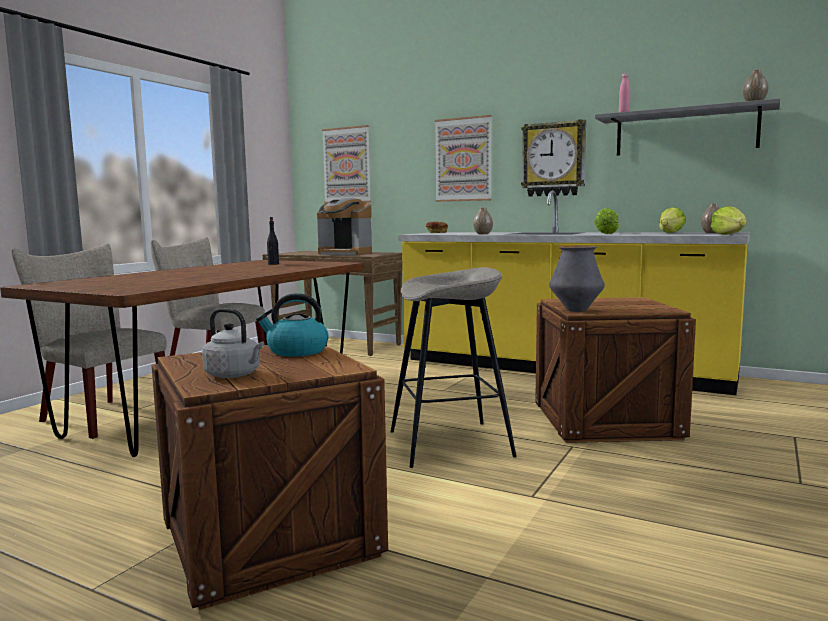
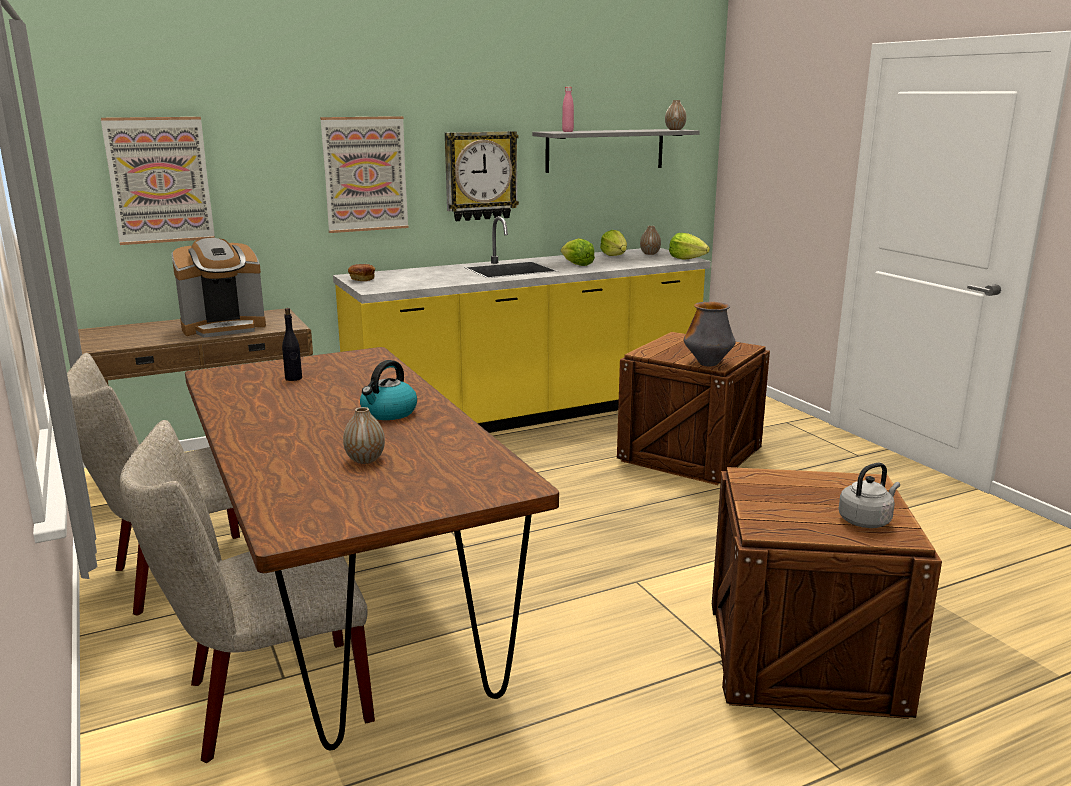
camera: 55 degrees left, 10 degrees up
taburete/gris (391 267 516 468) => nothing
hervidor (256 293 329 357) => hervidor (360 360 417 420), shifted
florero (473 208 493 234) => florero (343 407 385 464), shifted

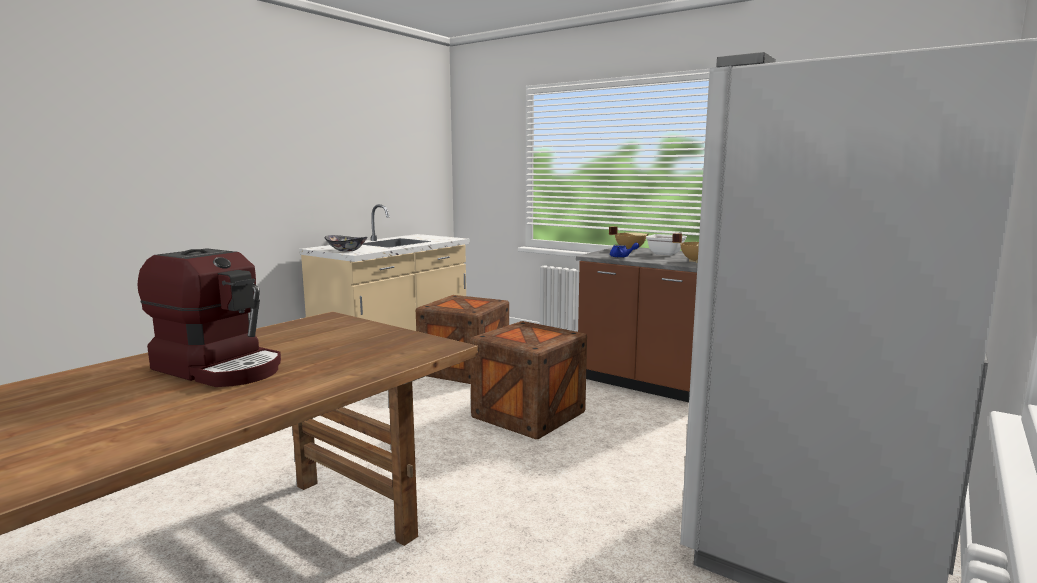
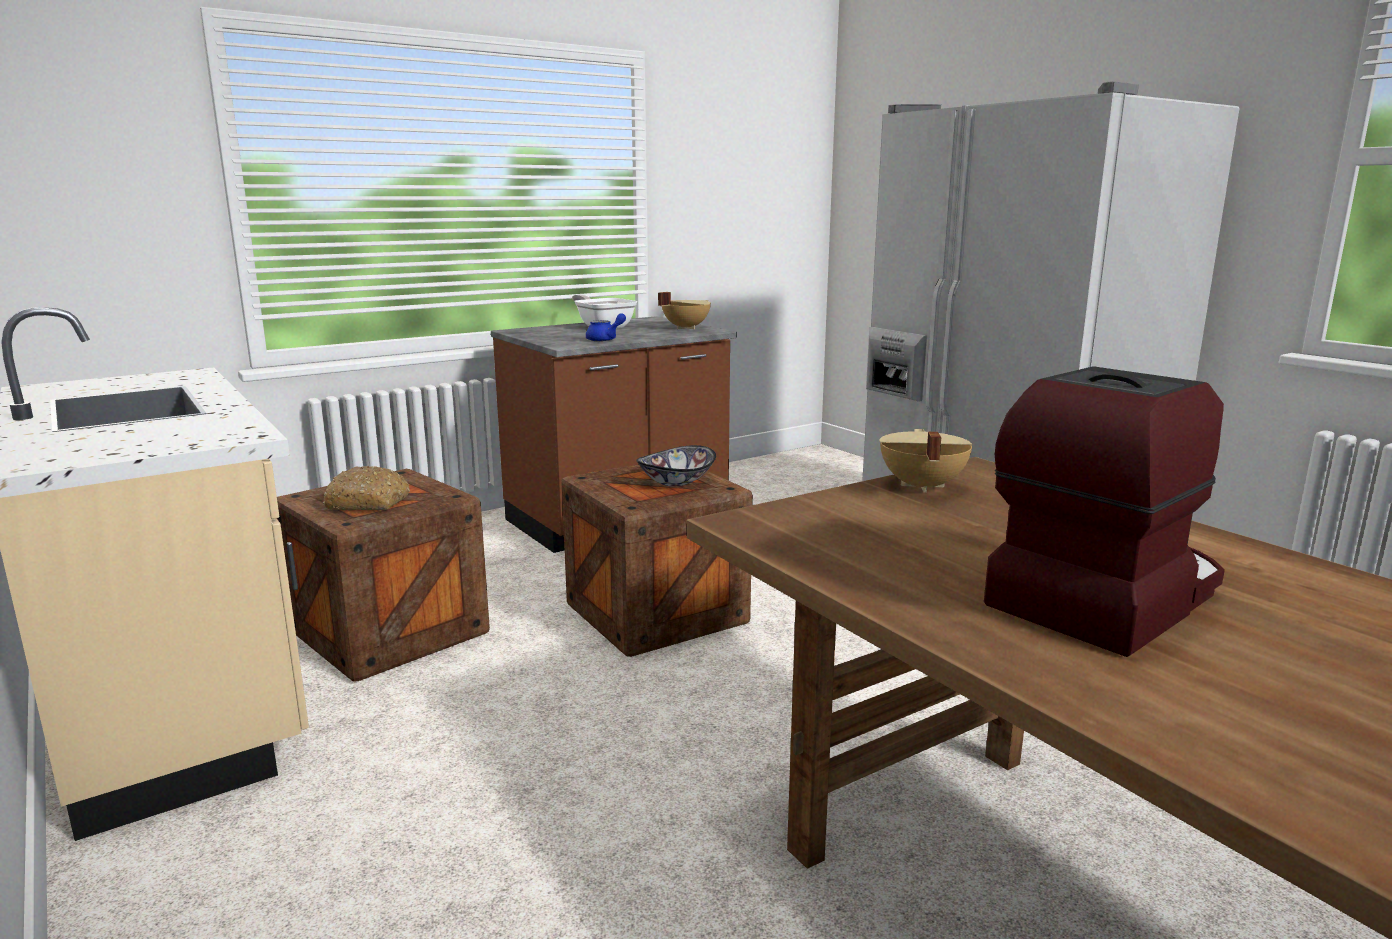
camera: 70 degrees left, 5 degrees up
nothing => pan (323 466 410 510)
cuenco (325 235 368 252) => cuenco (636 445 716 486), shifted
olla/beis (609 226 649 251) => olla/beis (879 429 972 493), shifted

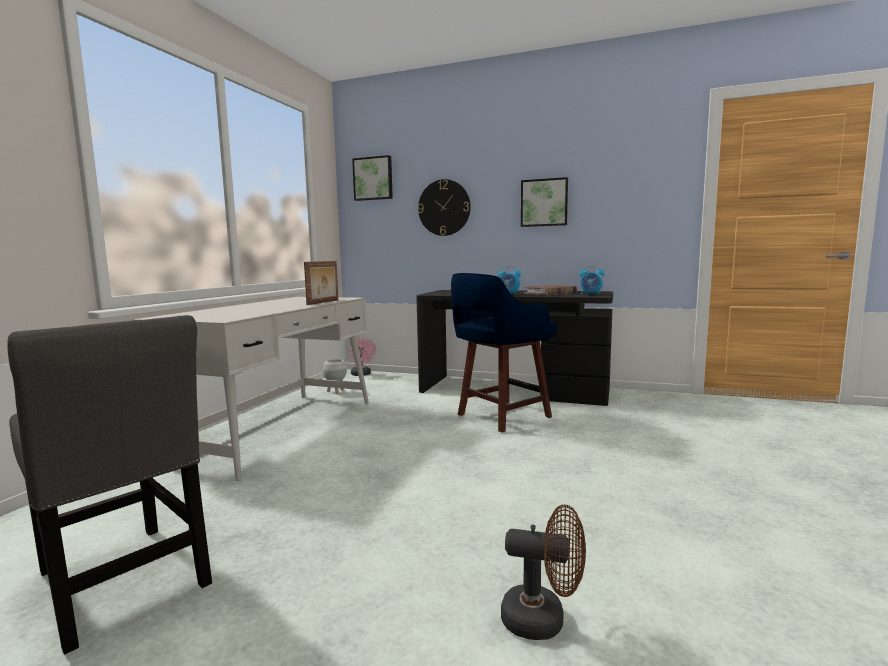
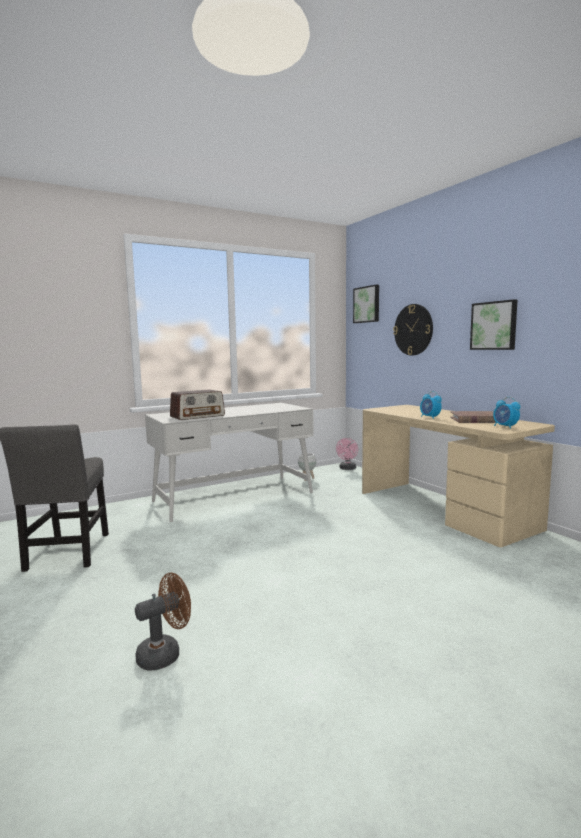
camera: 40 degrees right, 0 degrees up
portarretratos (304 261 338 305) => nothing
taburete/azul (451 273 557 432) => nothing
nothing => radio (170 390 225 420)
escritorio/negro (416 290 613 406) => escritorio/beis (362 405 555 547)
ventilador/marrón (501 505 586 640) => ventilador/marrón (135 572 191 671), 90 degrees counterclockwise

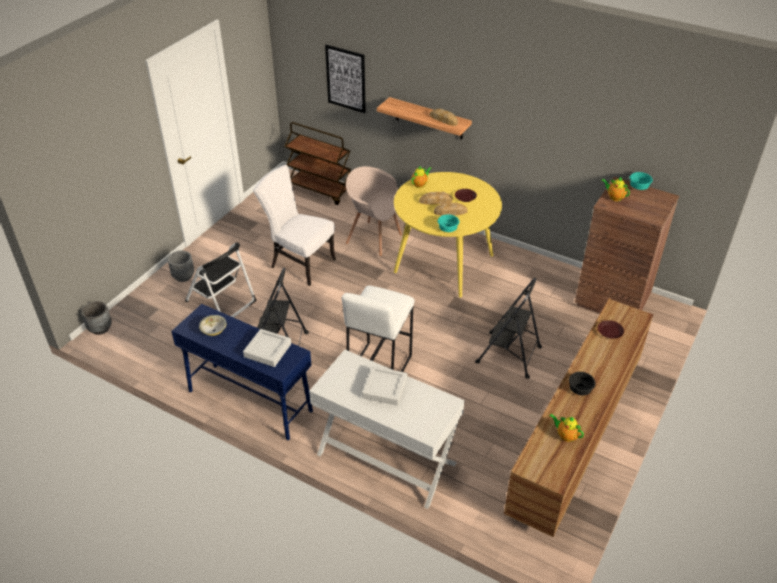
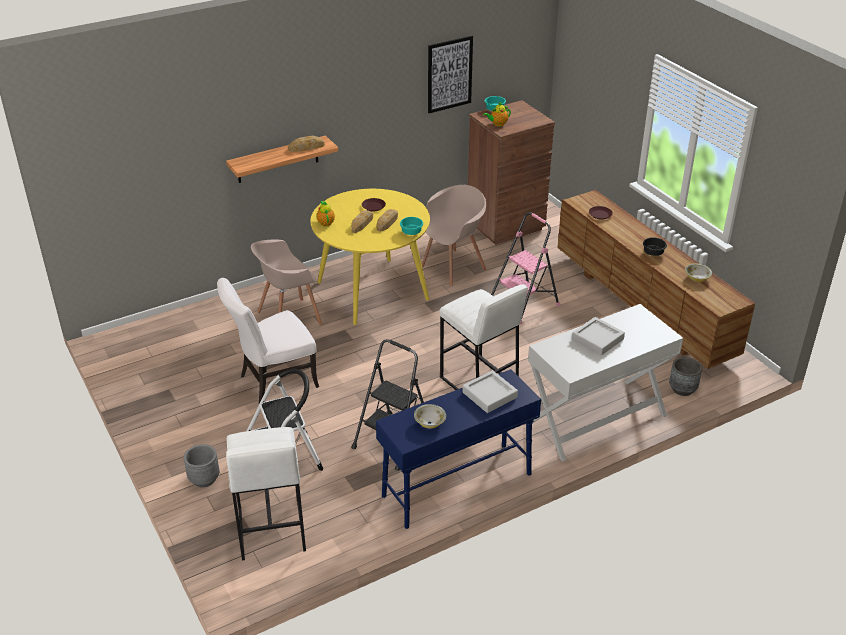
camera: 60 degrees left, 5 degrees down
carrito/marrón (284 122 351 205) => nothing
nothing => taburete/blanco (226 427 306 561)
nothing => silla/beis (422 185 486 286)
maceta/gris (81 301 112 335) => maceta/gris (669 357 702 396), shifted
cuadro (325 45 366 113) => cuadro (428 36 473 113), shifted
tetera (550 414 584 442) => cuenco (685 263 712 282)
escalera de tijera/negro (475 278 542 379) => escalera de tijera/rosa (491 212 561 325)

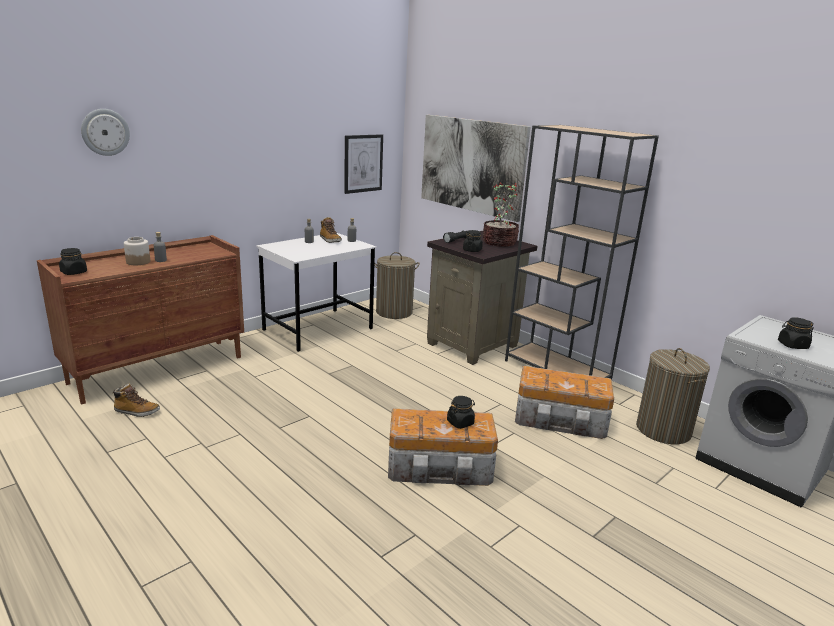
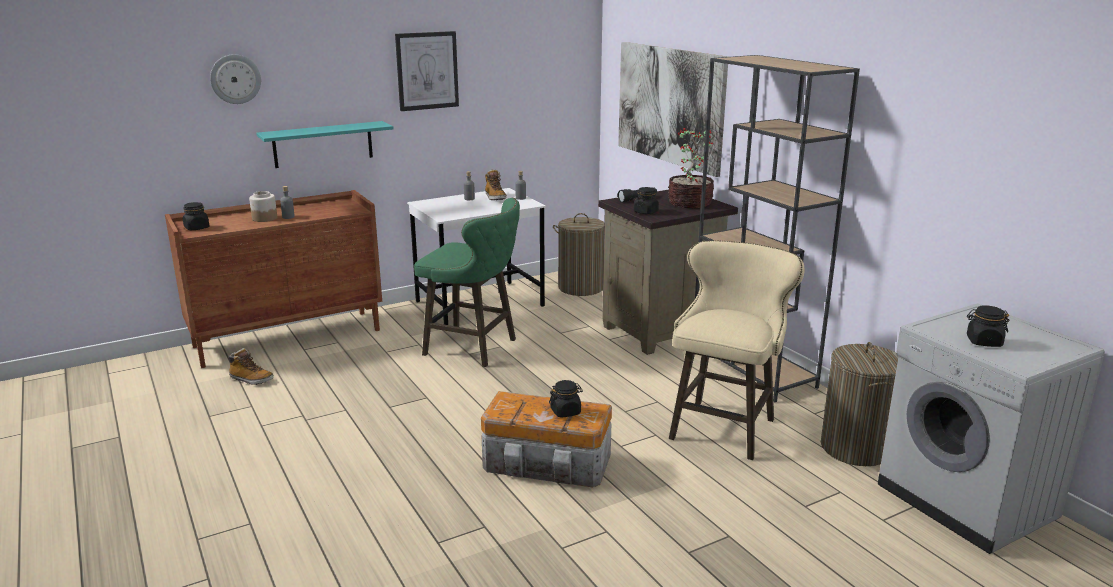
camera: 15 degrees right, 0 degrees up
nothing => estante/turquesa (256 121 394 168)
nothing => taburete/verde (414 198 520 367)
cuadro (344 134 383 194) => cuadro (395 31 459 111), shifted
caja de almacenaje (515 366 614 439) => taburete/beis (669 240 805 460)

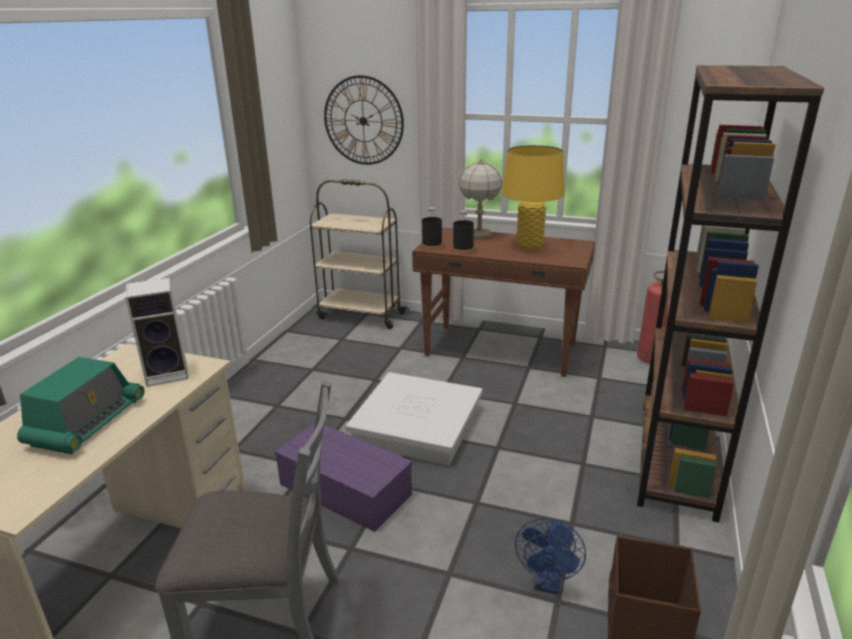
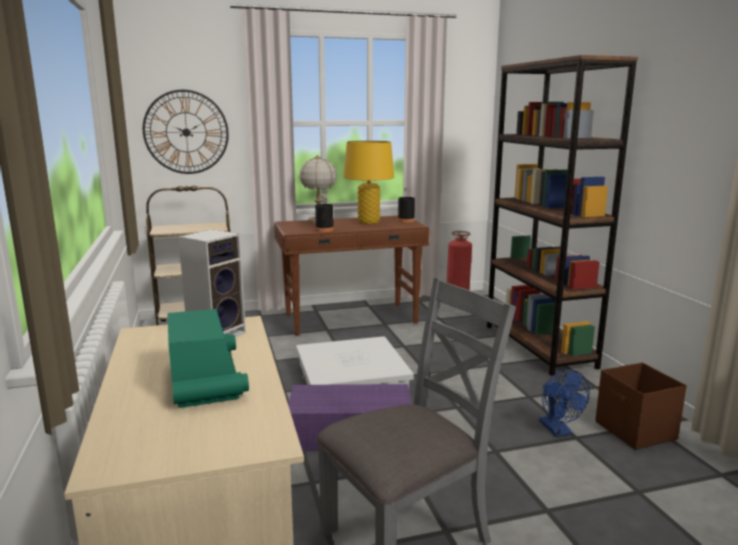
camera: 35 degrees left, 10 degrees down
botella/negro (422 207 442 250) => botella/negro (398 188 415 222), shifted

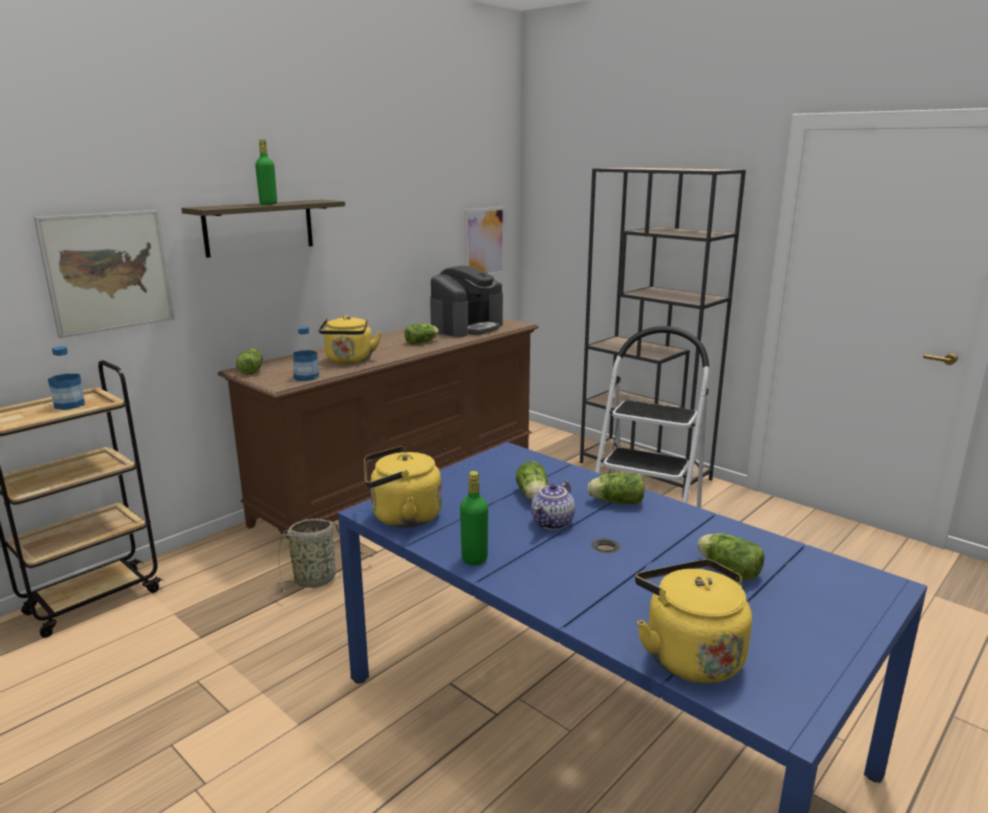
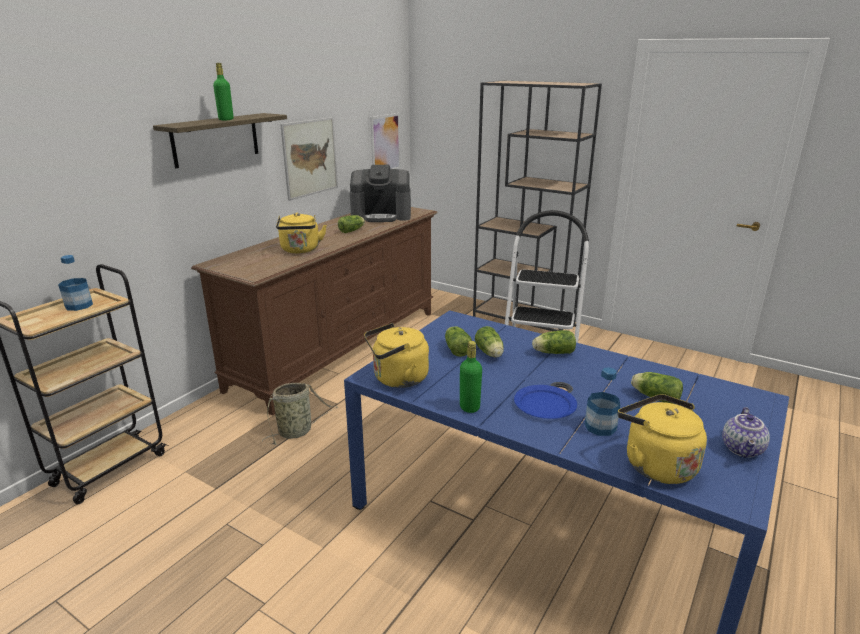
camera: 10 degrees left, 5 degrees up
nothing => plato/azul (514 385 577 419)
cuadro (34 210 175 338) => cuadro (280 117 338 201), shifted
lechuga (236 348 263 375) => lechuga (445 326 472 357), shifted
botella (293 326 319 381) => botella (585 367 620 436), shifted
tetera (531 481 575 530) => tetera (722 407 770 458), shifted
cafetera (430 266 503 337) => cafetera (350 165 411 222), 60 degrees clockwise

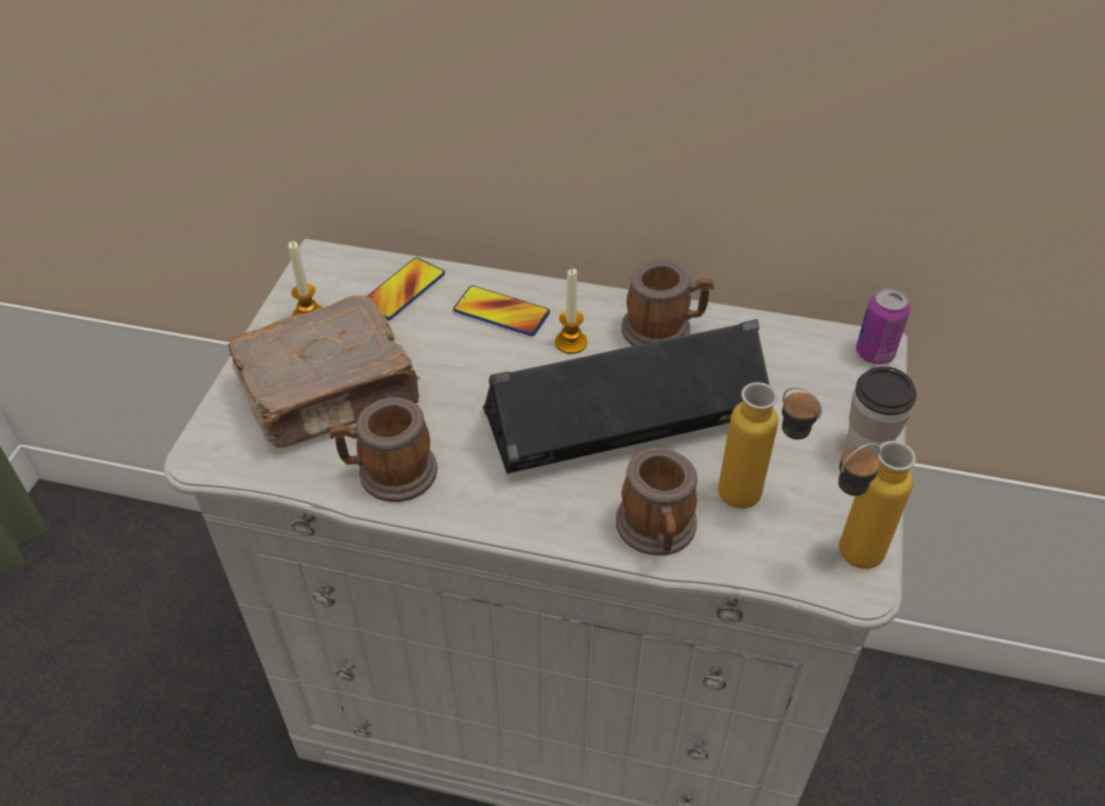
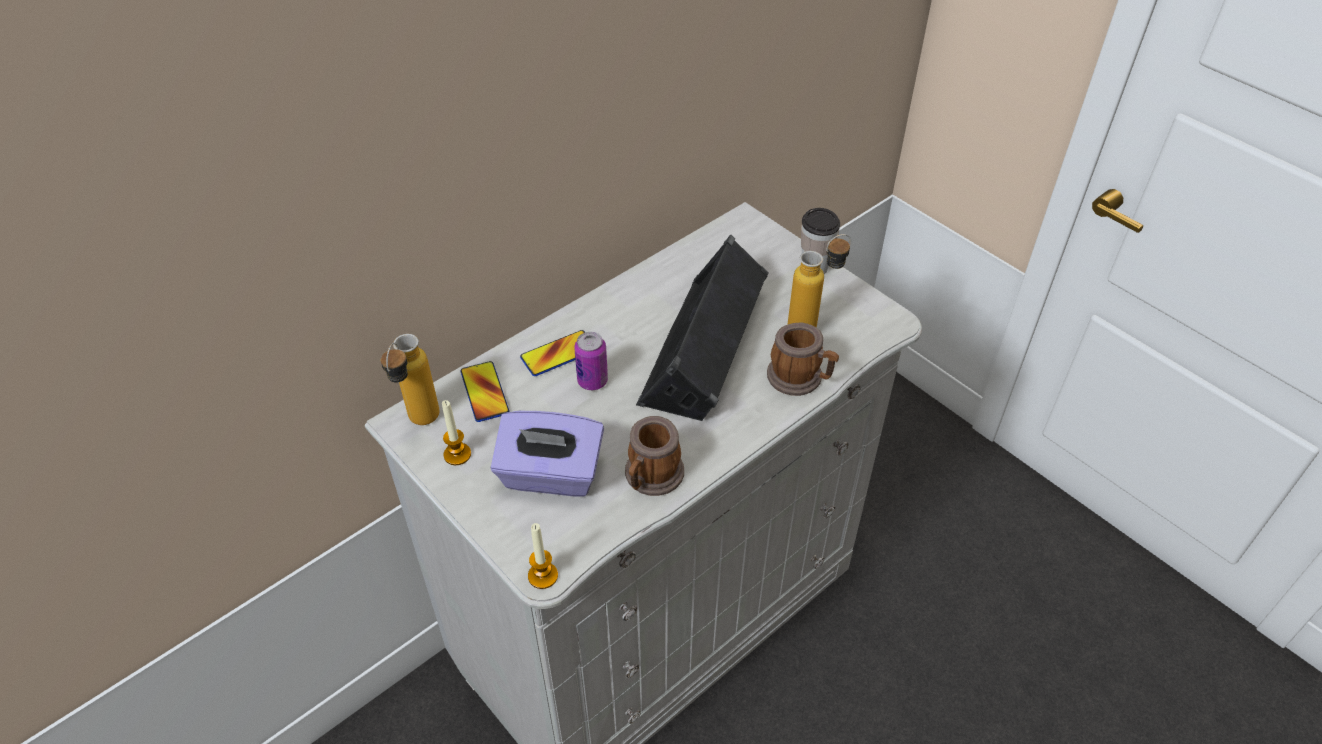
camera: 55 degrees left, 0 degrees up
taza grande (621 260 714 346) => nothing
vela (555 269 587 354) => vela (528 523 558 589), shifted
botella (838 441 916 569) => botella (380 334 440 425), shifted
lata (856 287 910 364) => lata (574 332 608 390), shifted
libro/marrón (228 296 420 448) => caja de pañuelos/morado (491 411 604 497)

